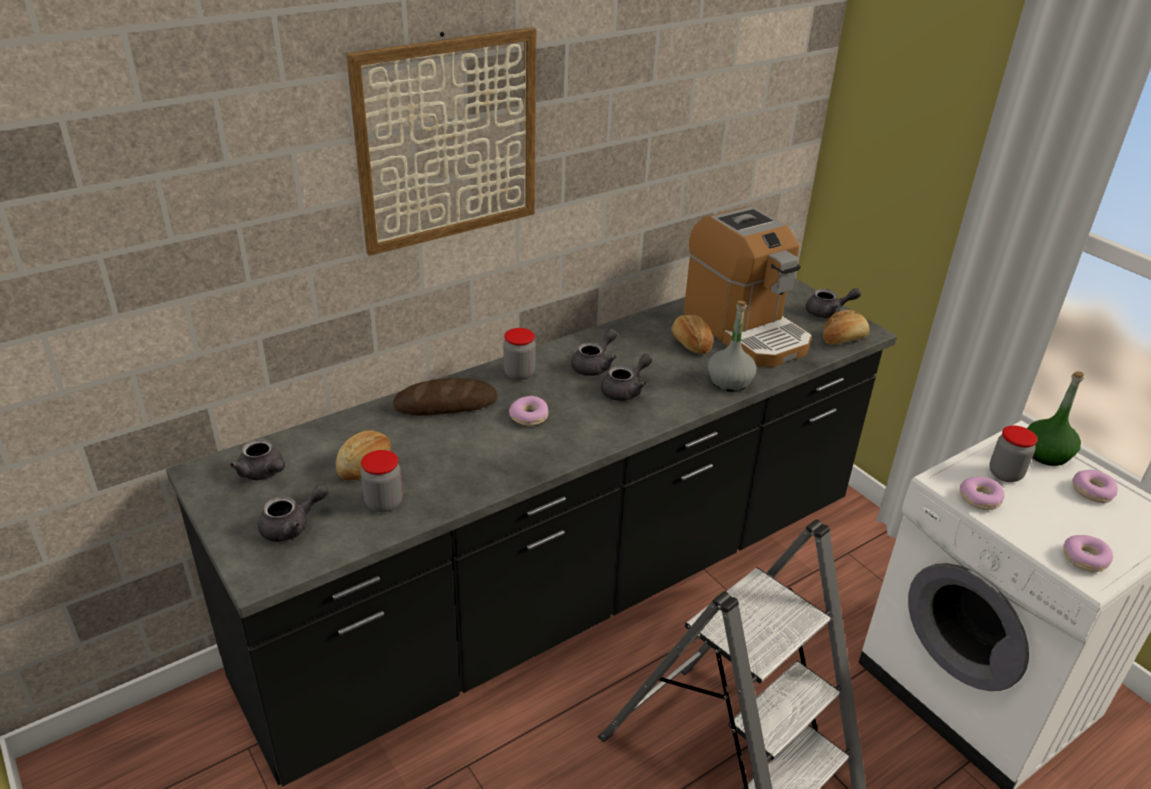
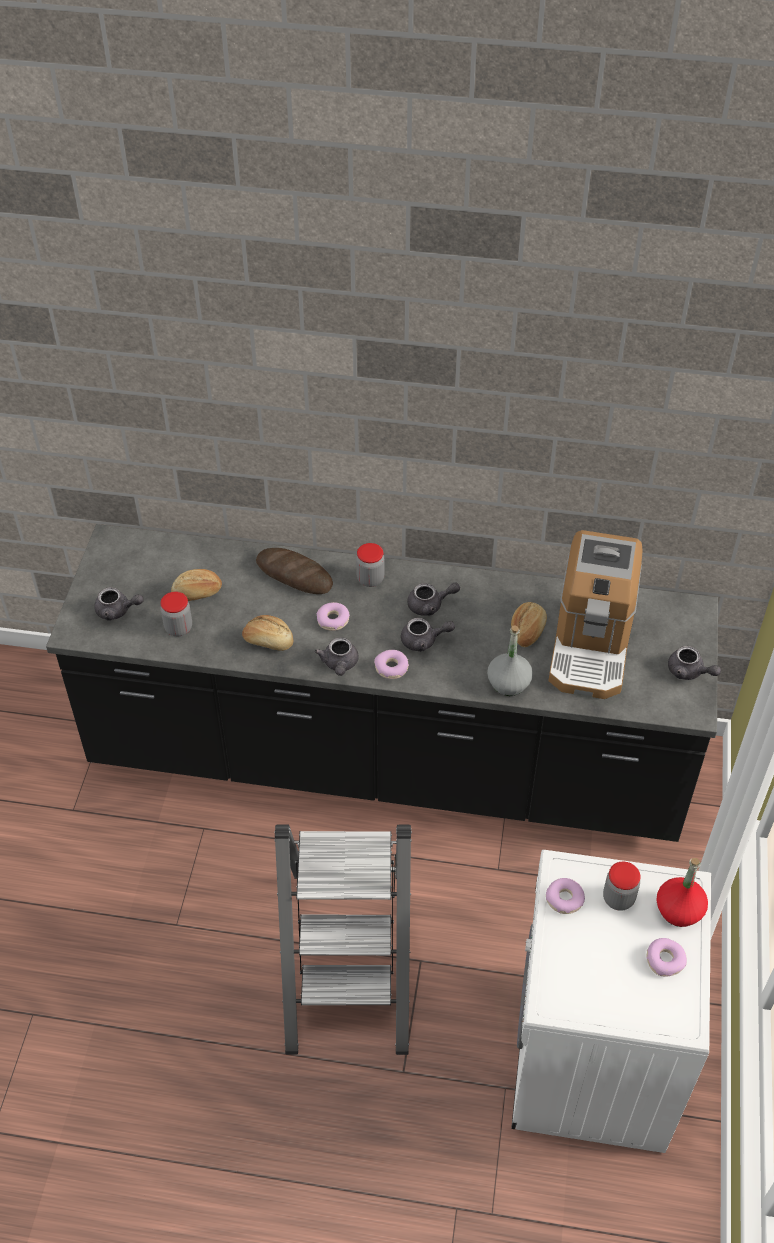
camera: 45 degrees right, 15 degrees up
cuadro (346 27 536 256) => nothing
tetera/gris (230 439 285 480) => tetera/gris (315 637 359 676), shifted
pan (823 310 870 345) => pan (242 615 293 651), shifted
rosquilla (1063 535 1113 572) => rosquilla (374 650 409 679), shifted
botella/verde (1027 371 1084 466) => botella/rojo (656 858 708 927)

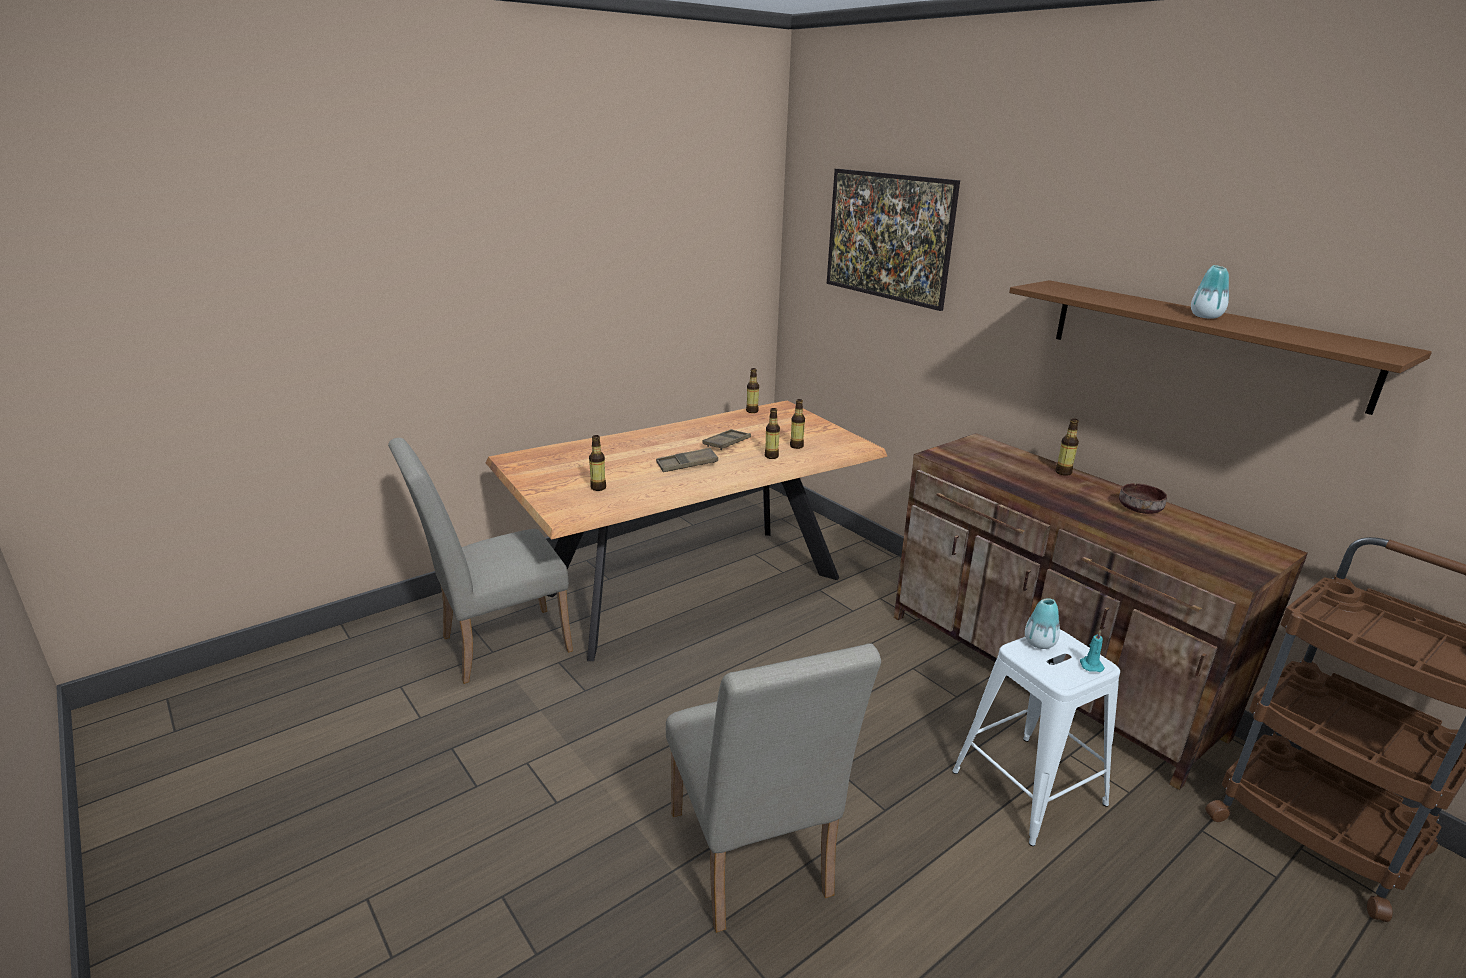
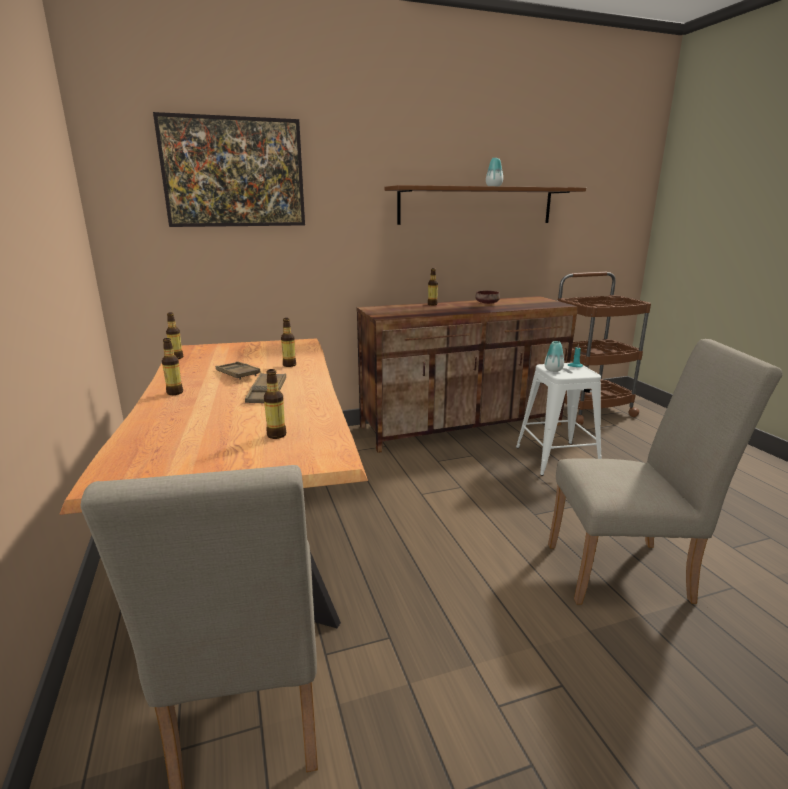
camera: 70 degrees left, 5 degrees down
botella (790 399 805 449) => botella (162 338 183 395), shifted

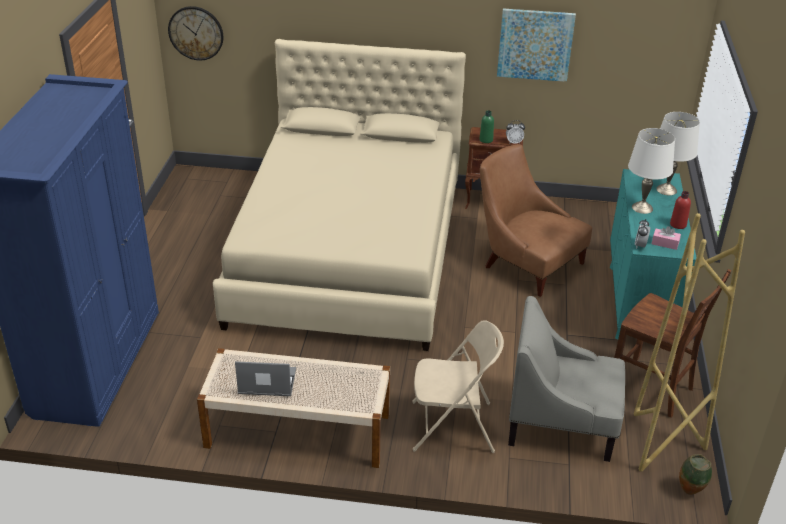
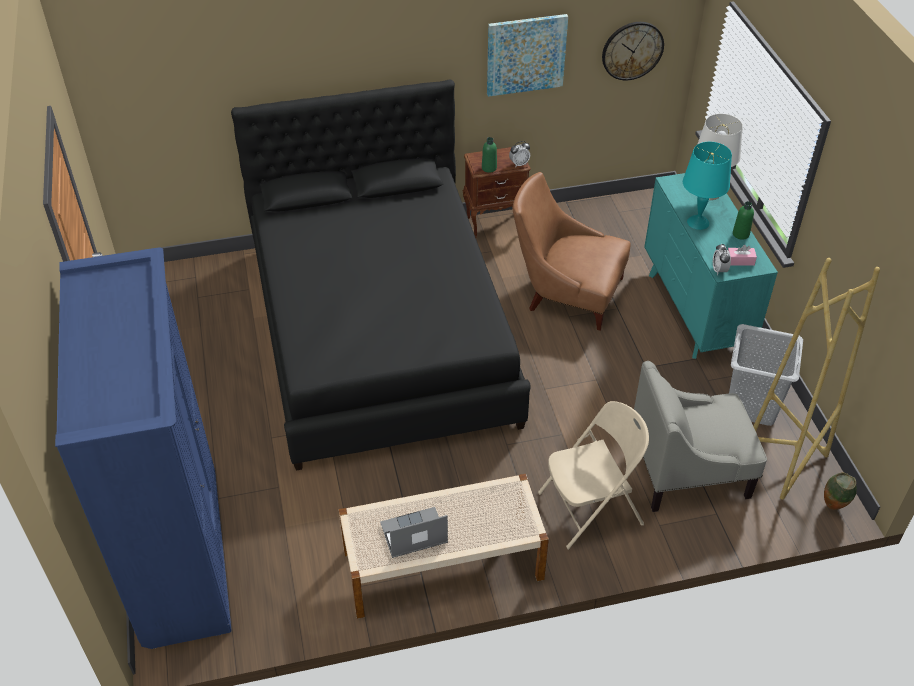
camera: 20 degrees left, 10 degrees up
reloj de pared (168 6 223 60) => reloj de pared (602 22 664 81), shifted
silla/marrón (614 269 731 418) => cesto de la ropa/gris (729 324 803 426)
cama/beis (213 39 466 351) => cama/negro (231 79 531 471)
lámpara de mesa/blanco (628 128 675 214) => lámpara de mesa/turquesa (683 142 732 230)
botella/rojo (670 191 691 229) => botella/verde (733 201 754 240)

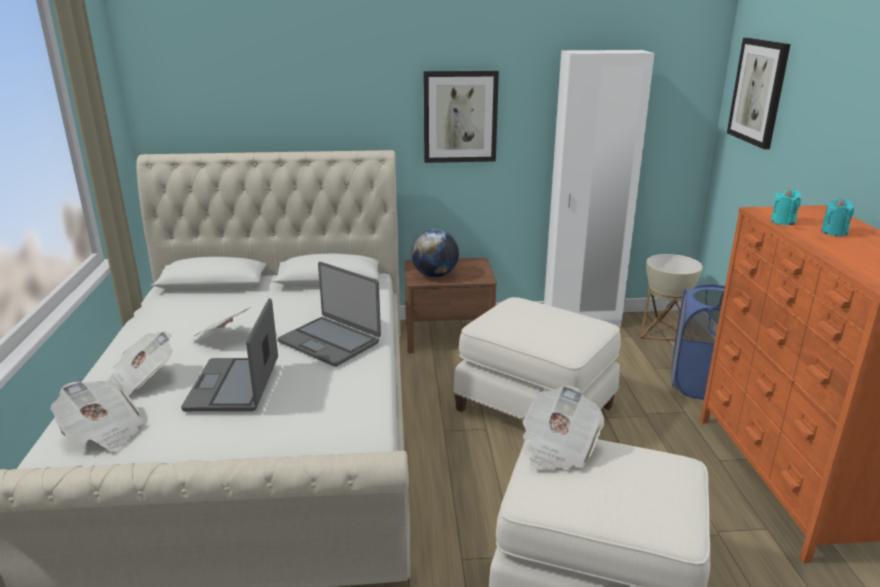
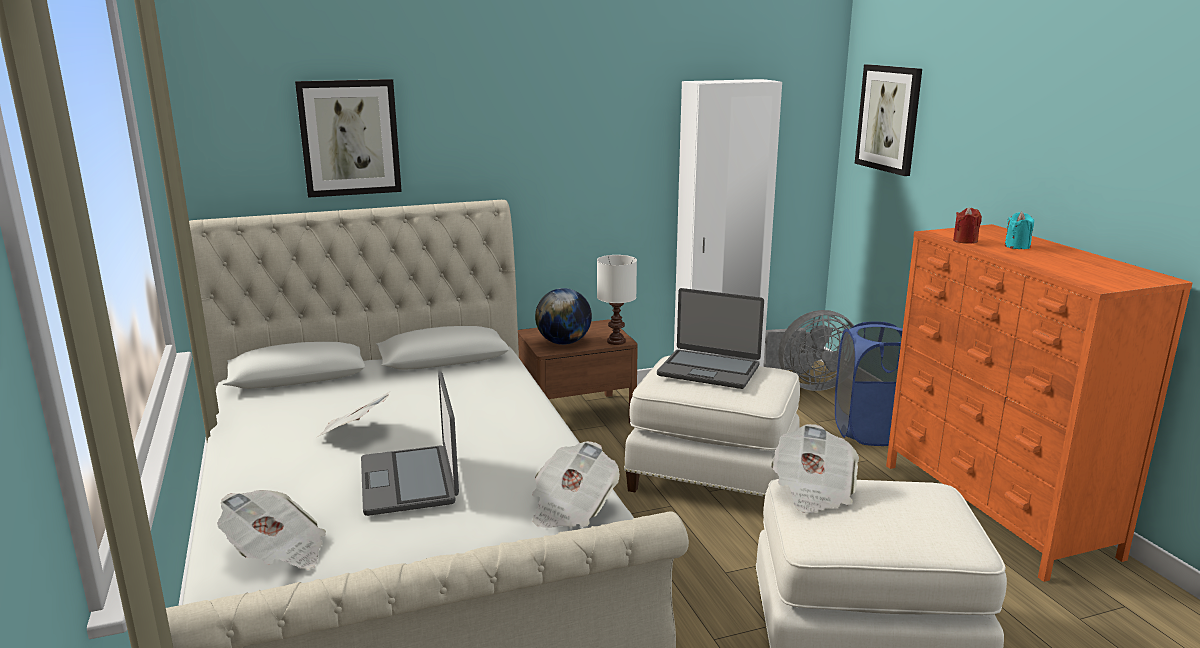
camera: 15 degrees left, 5 degrees down
nothing => lámpara de mesa/blanco (597 255 637 345)
periódico (106 331 173 395) => periódico (532 441 620 528), shifted
portátil (278 262 381 367) => portátil (657 288 764 389), shifted
cuadro (423 71 499 163) => cuadro (295 79 402 198), shifted
maceta (641 254 703 340) => ventilador/gris (763 310 854 391)
vela/turquesa (771 189 801 225) => vela/rojo (953 207 982 244)

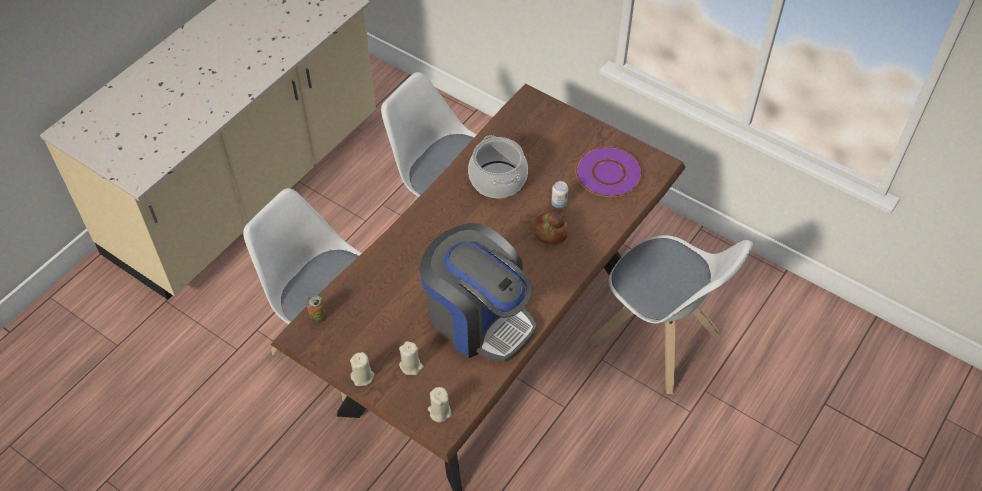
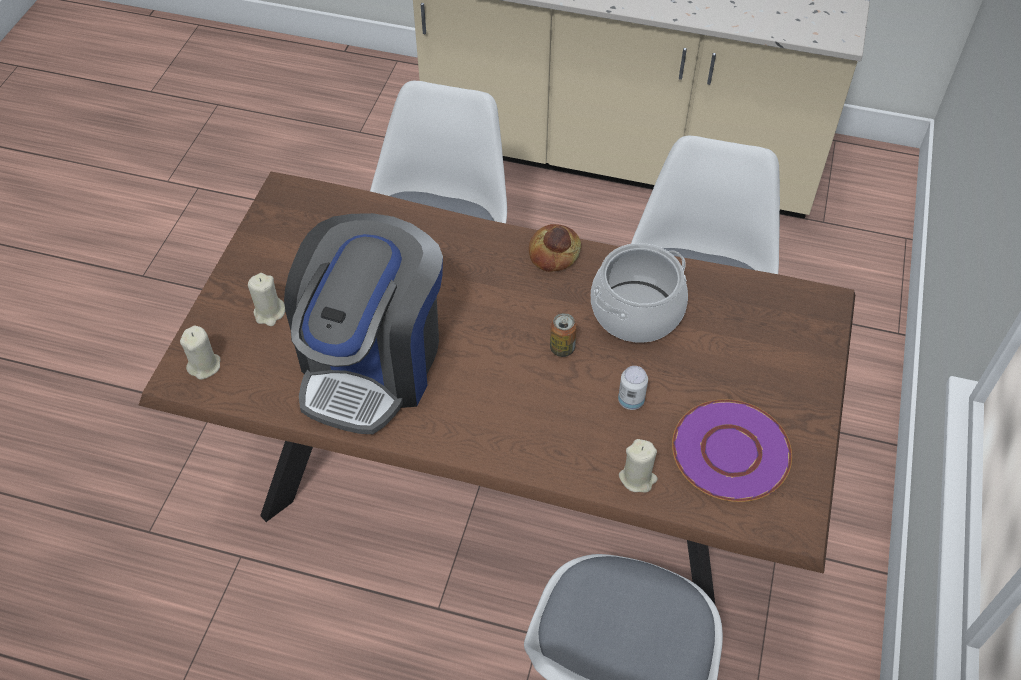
camera: 70 degrees right, 0 degrees up
lata (307 295 327 323) => lata (550 313 577 357), shifted
vela/beis (350 352 375 386) => vela/beis (619 439 658 492), shifted
pan (532 212 568 245) => pan (529 224 581 272), shifted

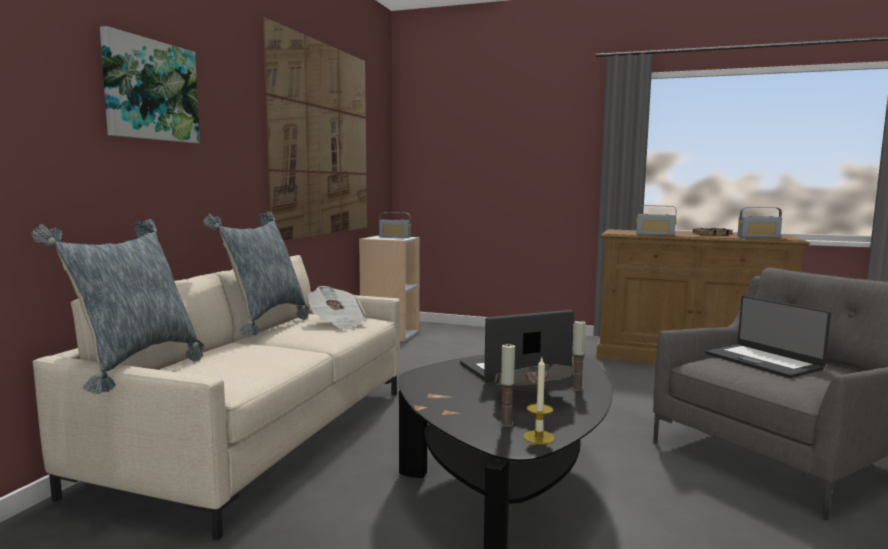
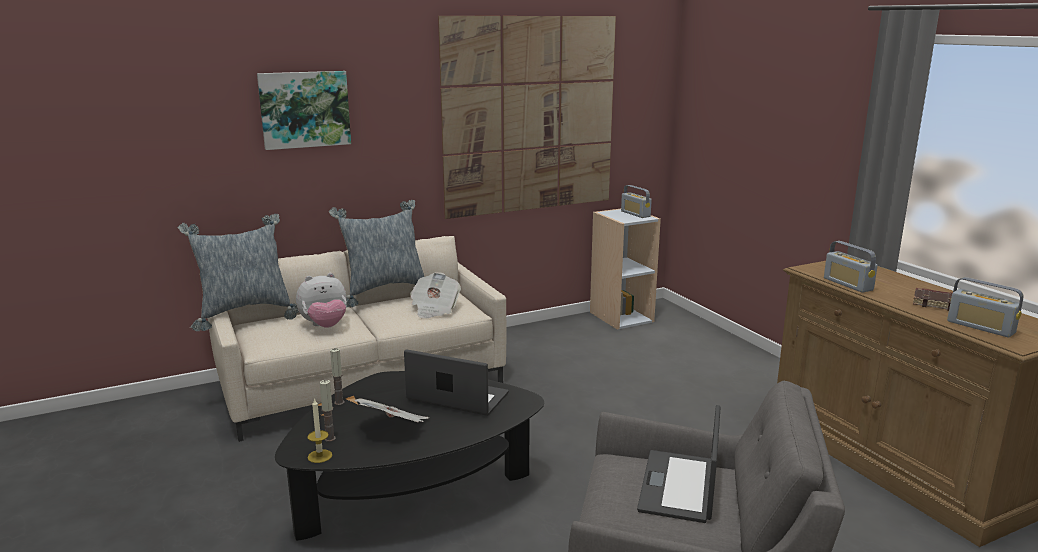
camera: 45 degrees right, 10 degrees up
nothing => peluche (296 273 347 328)
vela (571 320 586 391) => vela (330 348 345 405), shifted

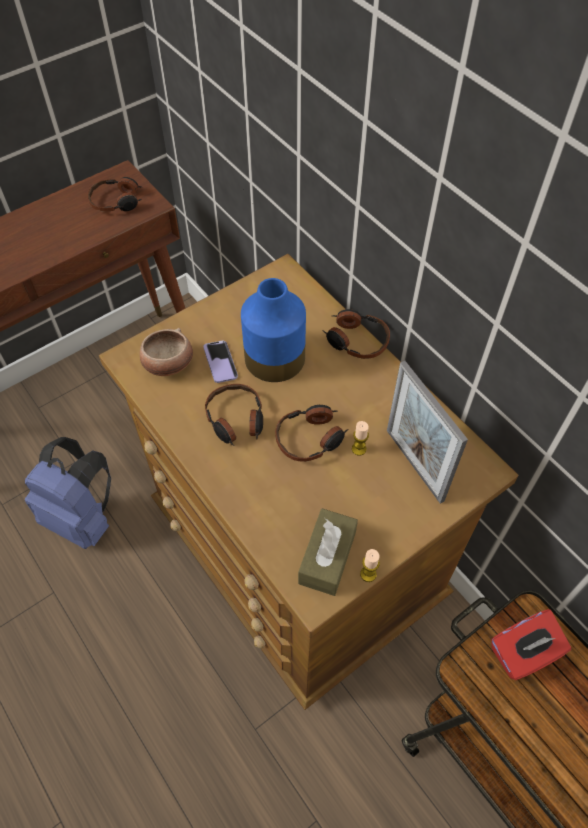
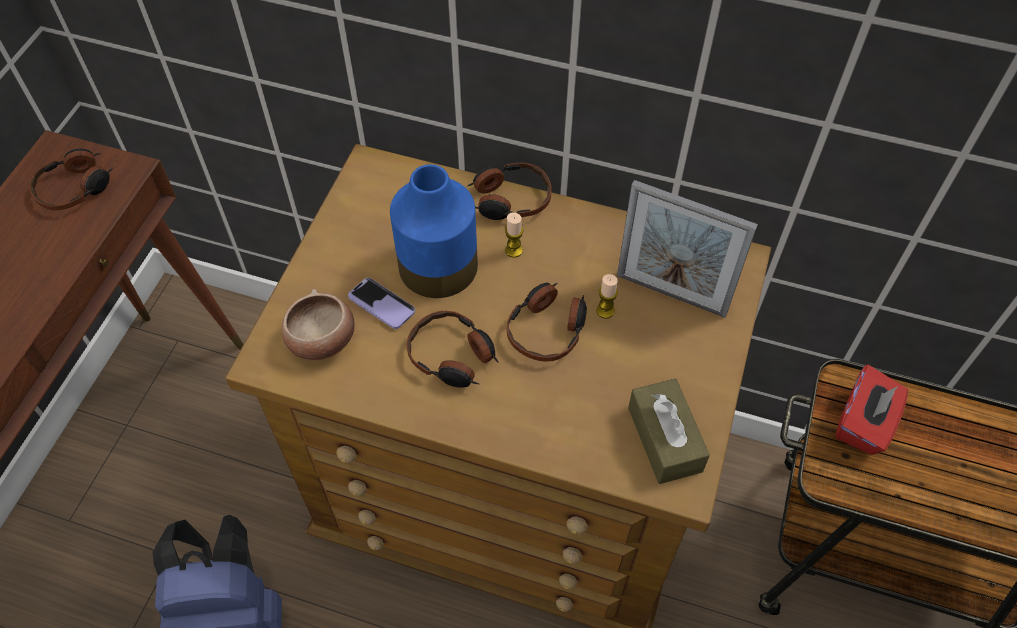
camera: 35 degrees left, 0 degrees up
vela (360 549 380 582) => vela (505 212 523 258), shifted

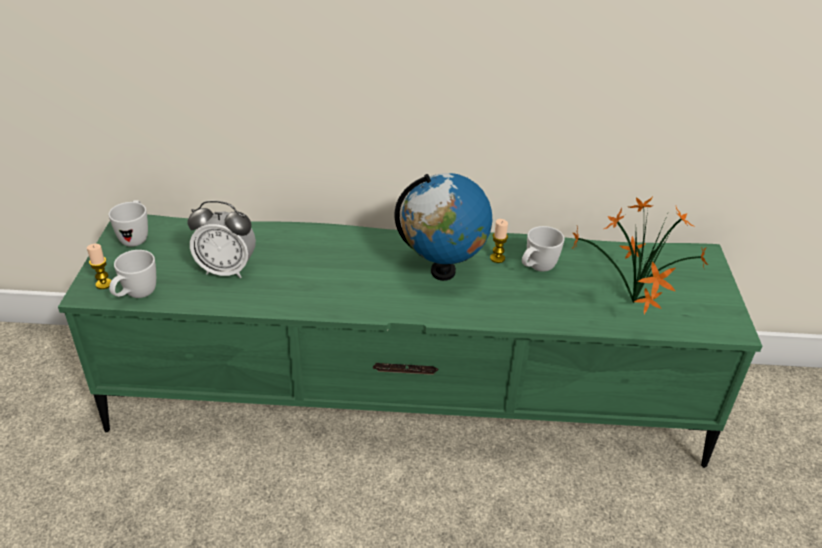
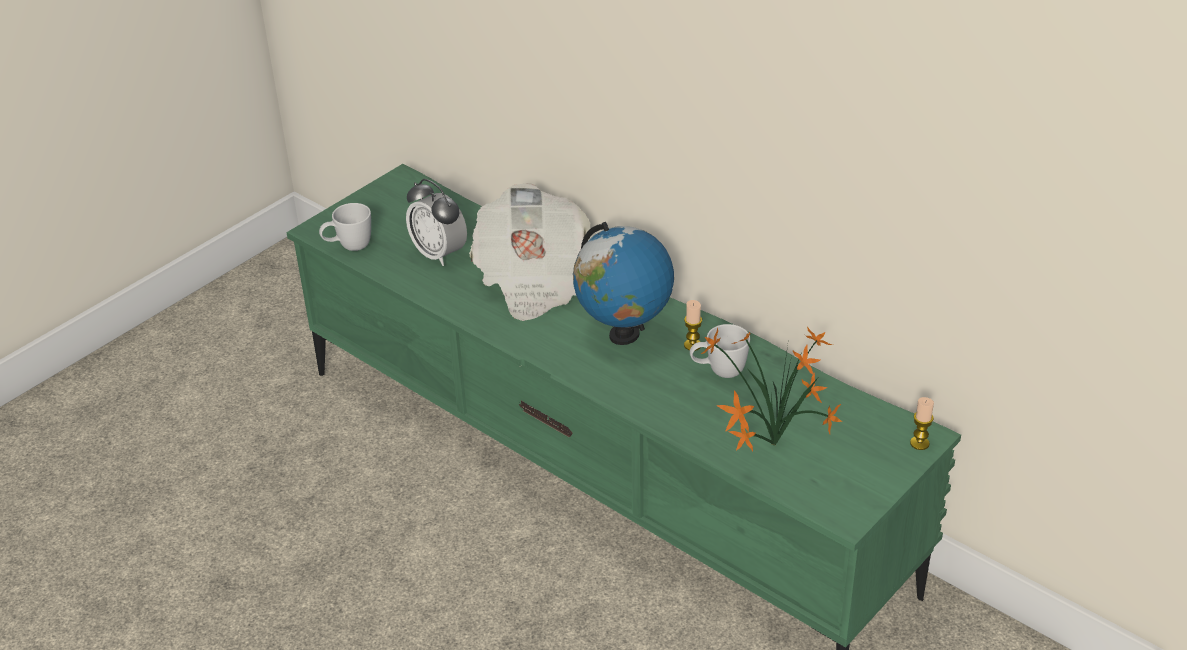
camera: 40 degrees right, 0 degrees up
taza grande/blanco (109 200 148 247) => nothing
nothing => periódico (469 183 590 321)
vela (87 244 112 289) => vela (910 397 934 450), shifted

